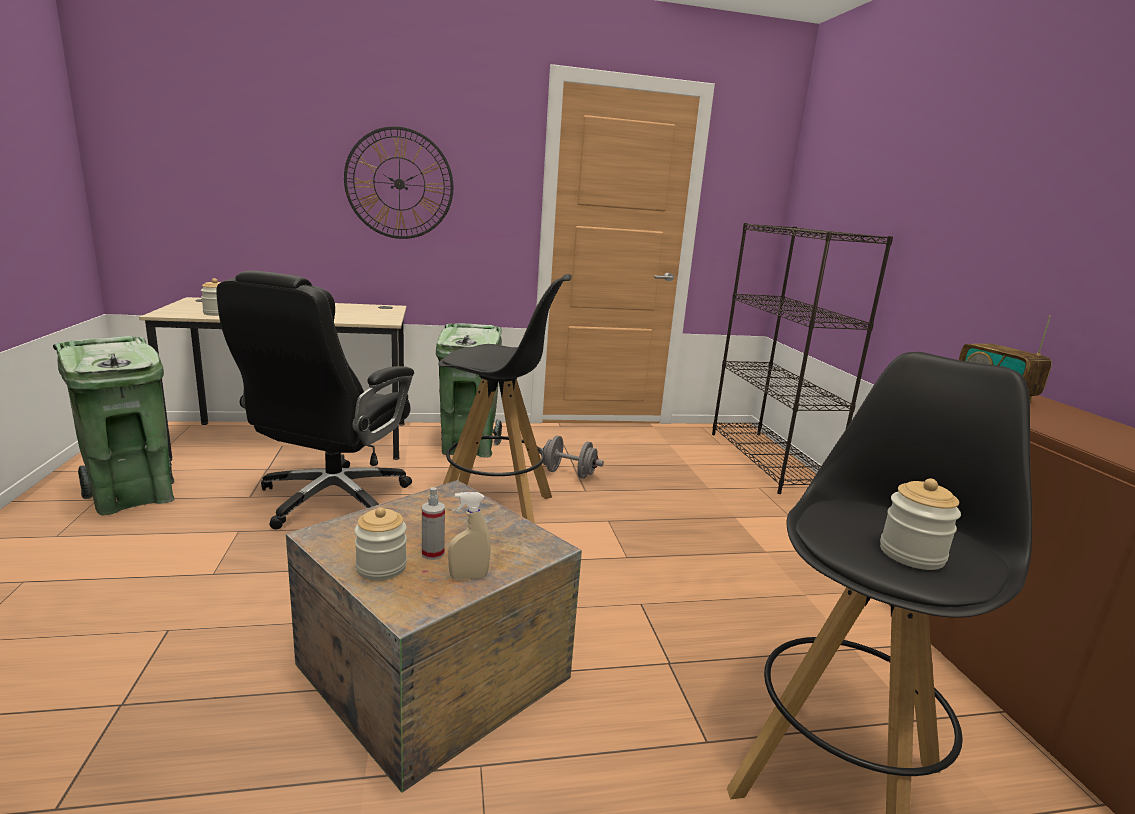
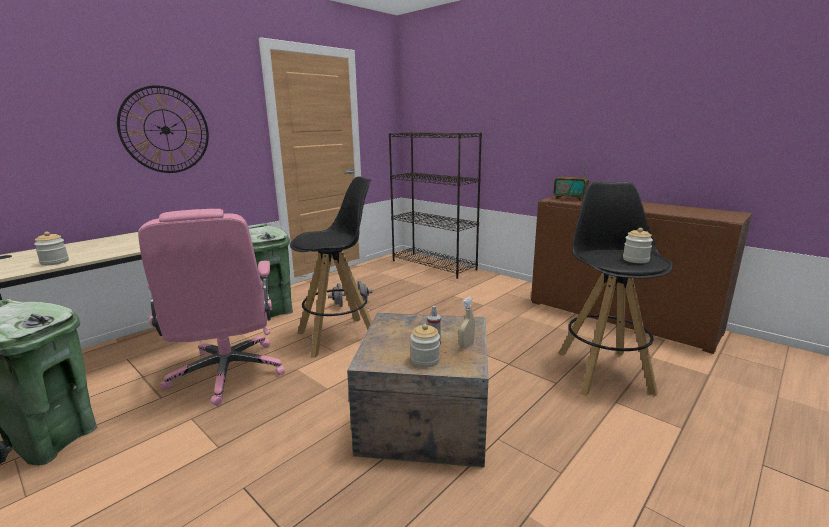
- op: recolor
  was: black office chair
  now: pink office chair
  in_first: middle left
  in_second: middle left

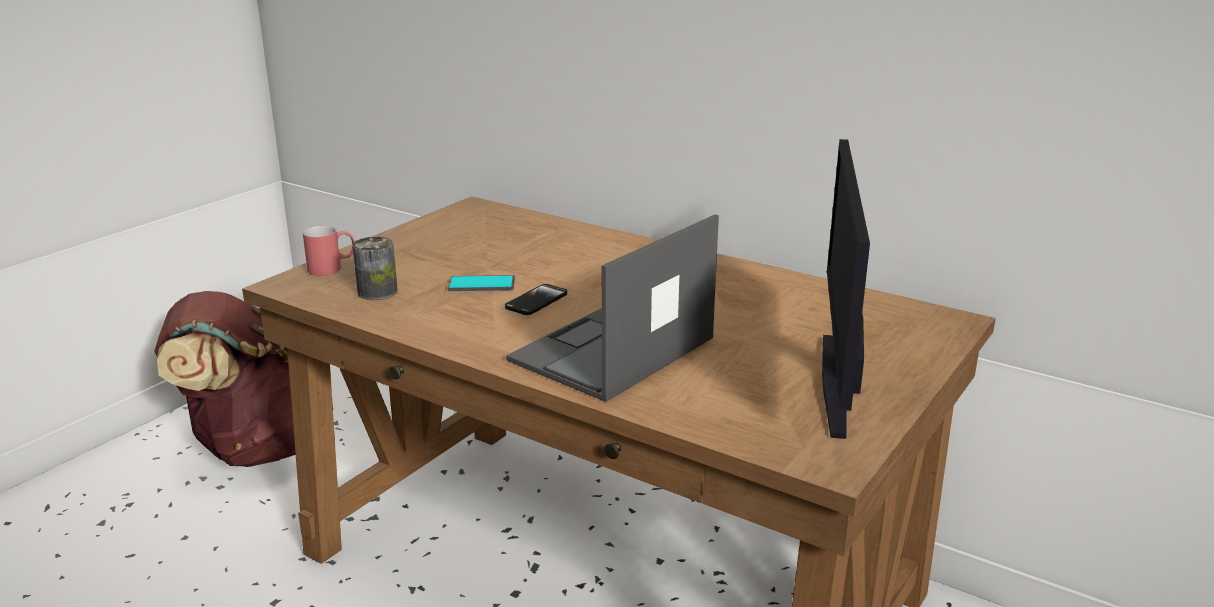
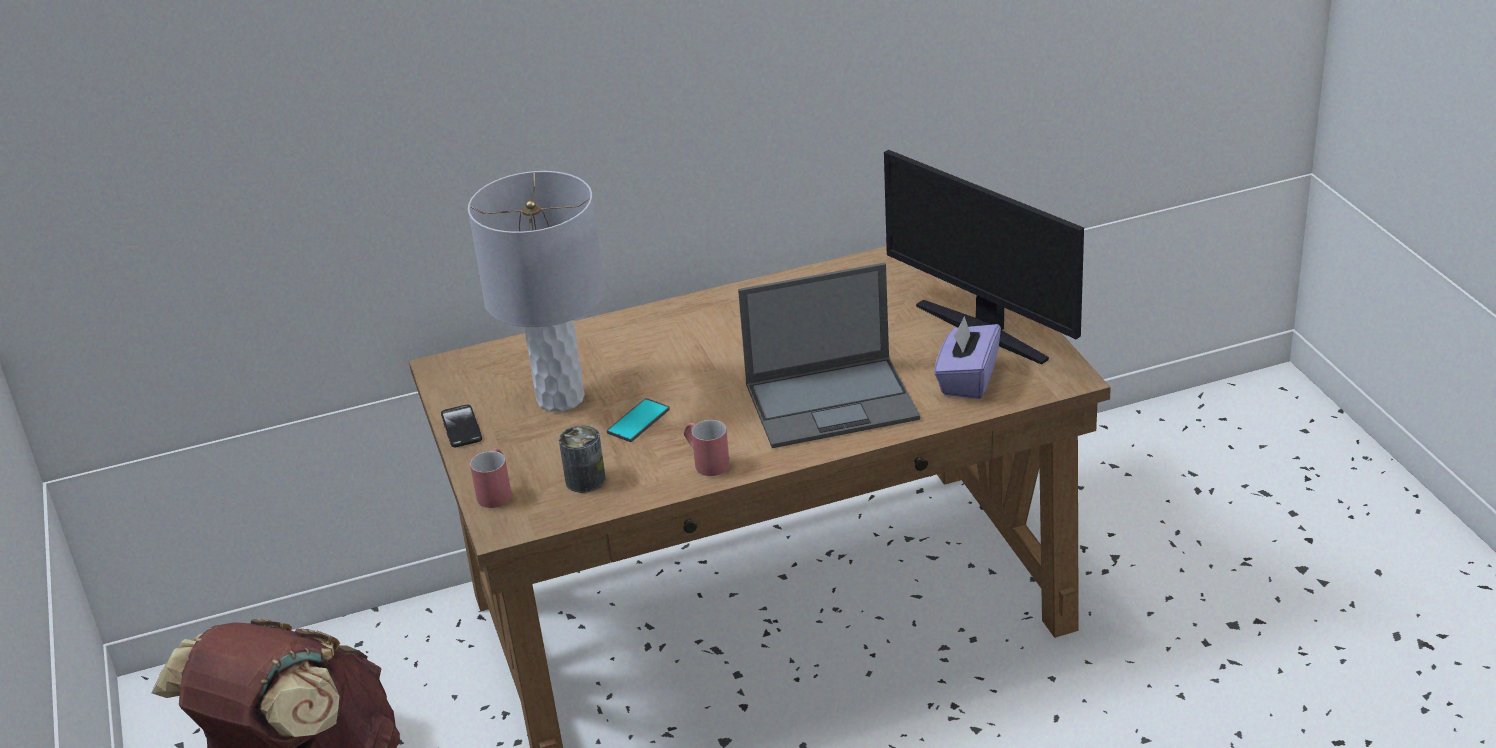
- op: rotate
  was: laptop
  in_first: centre
  in_second: centre
  clockwise: -90
- op: move
  was: phone (2nd from left in the first image)
  now: phone (1st from left)
  in_first: centre
  in_second: middle left
- op: insert
  now: grey table lamp
  in_second: centre
- op: insert
  now: purple tissue box
  in_second: centre
- op: insert
  now: red mug (2nd from left)
  in_second: centre

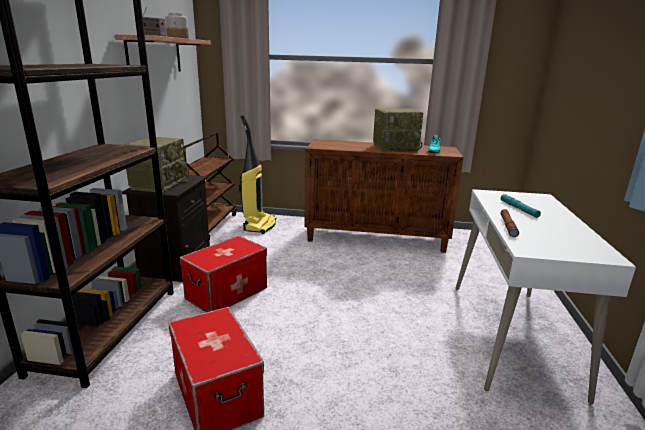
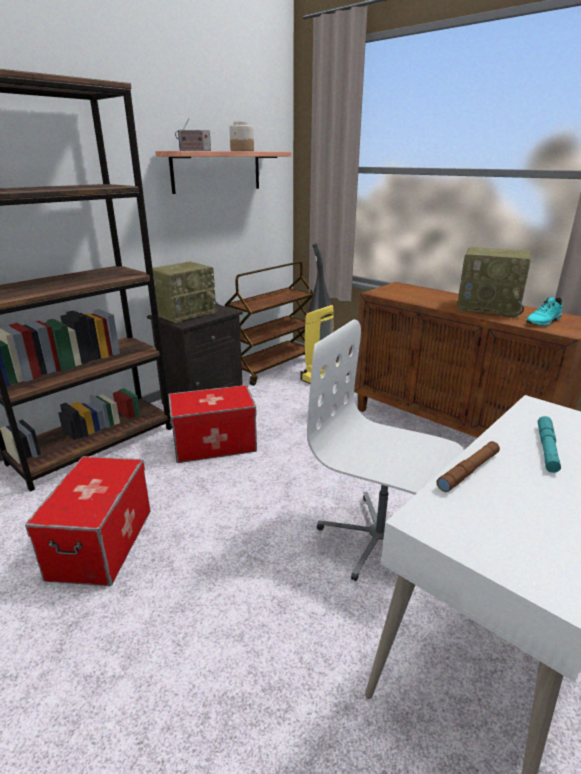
- op: insert
  now: white office chair
  in_second: centre

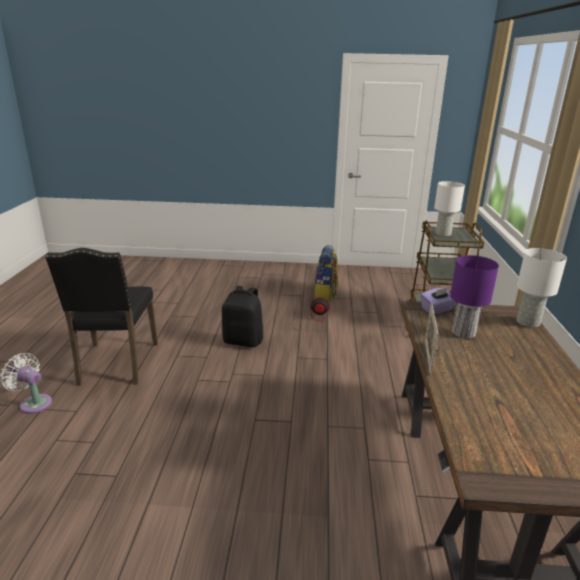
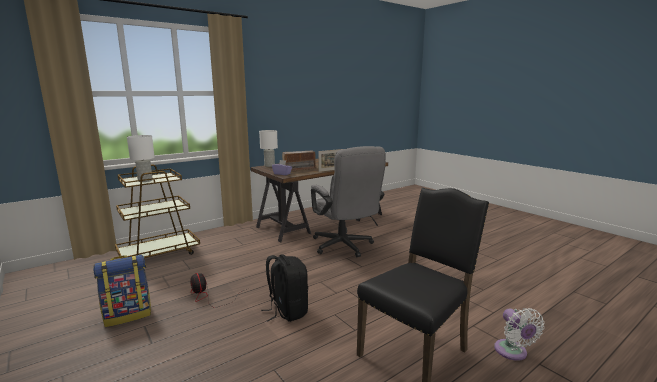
- op: replace
  was: purple table lamp
  now: radio
  in_first: middle right
  in_second: centre
- op: insert
  now: grey office chair
  in_second: centre

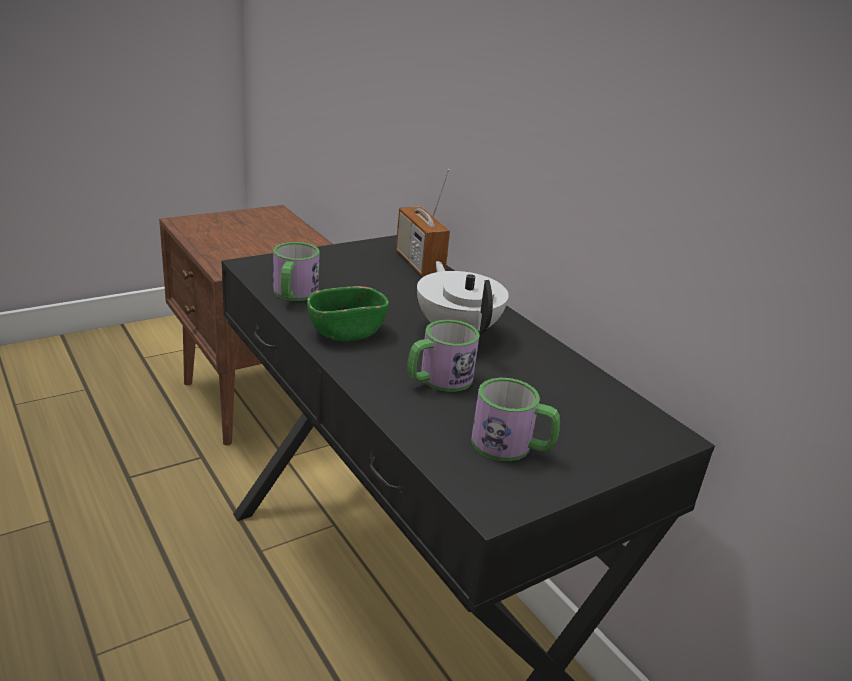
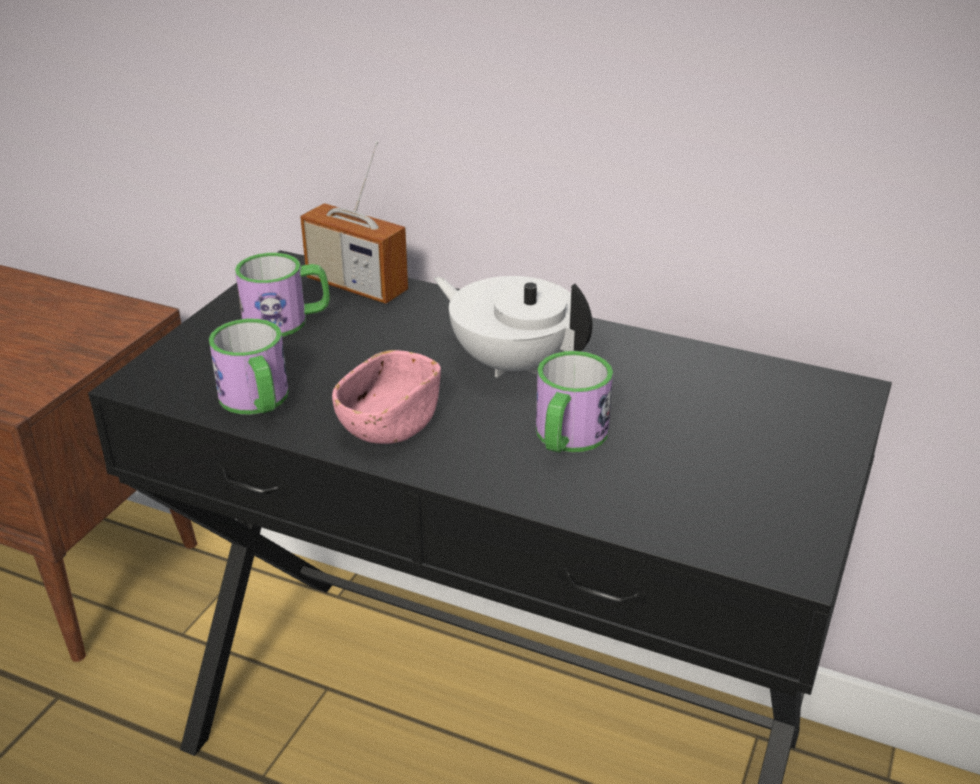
- op: recolor
  was: green bowl
  now: pink bowl
  in_first: centre
  in_second: centre
- op: move
  was: mug (3rd from left in the first image)
  now: mug (2nd from left)
  in_first: centre
  in_second: middle left

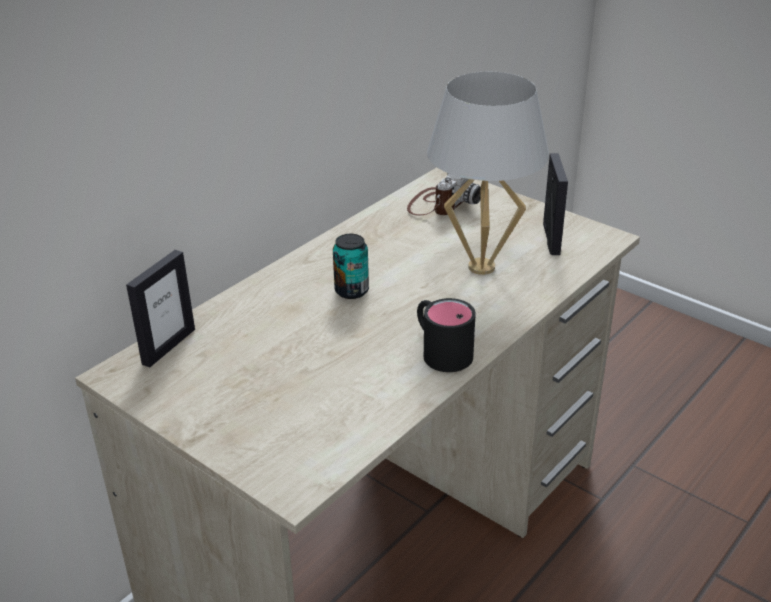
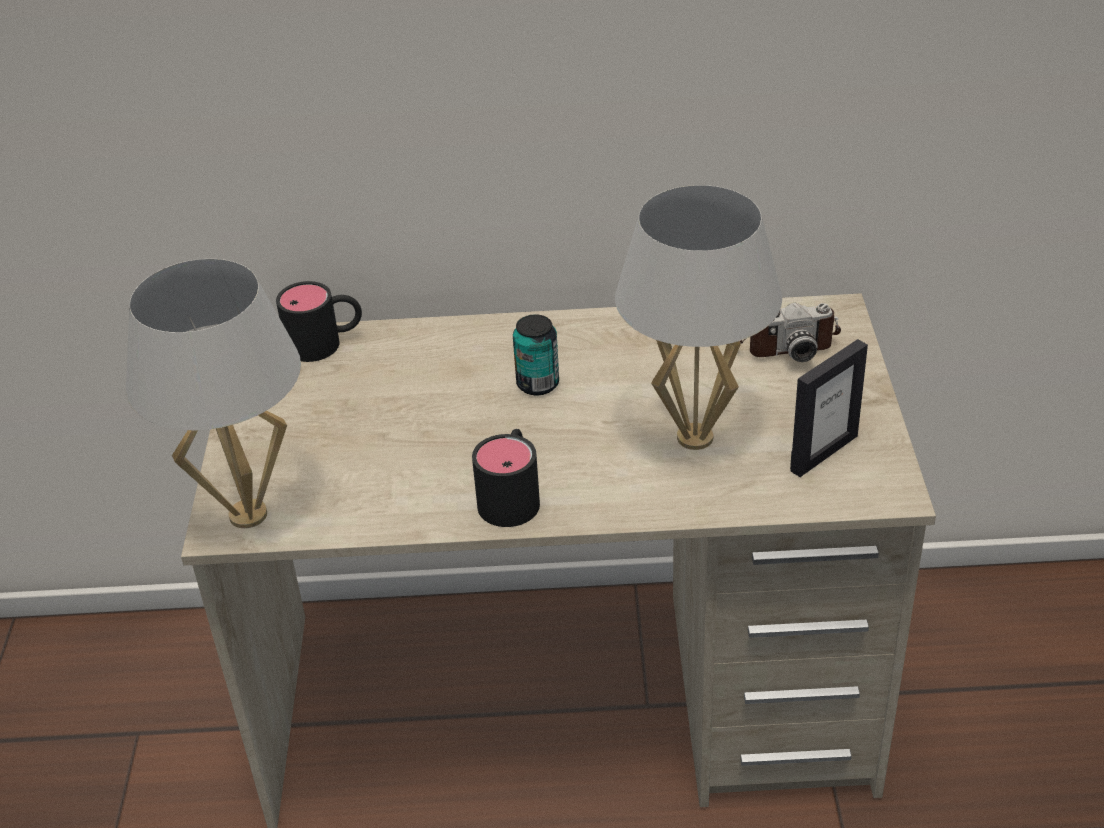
- op: replace
  was: picture frame (1st from left)
  now: black mug (1st from left)
  in_first: middle left
  in_second: middle left
- op: insert
  now: white table lamp (1st from left)
  in_second: middle left

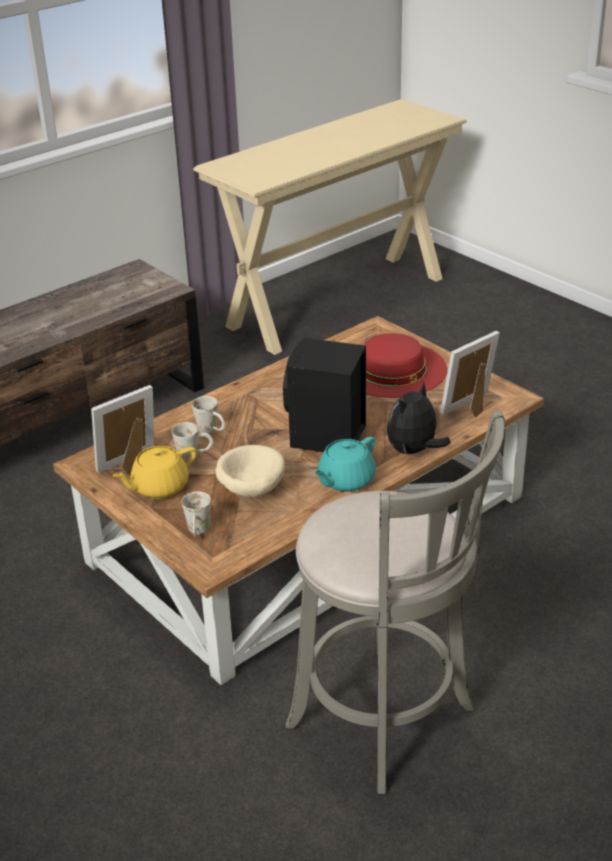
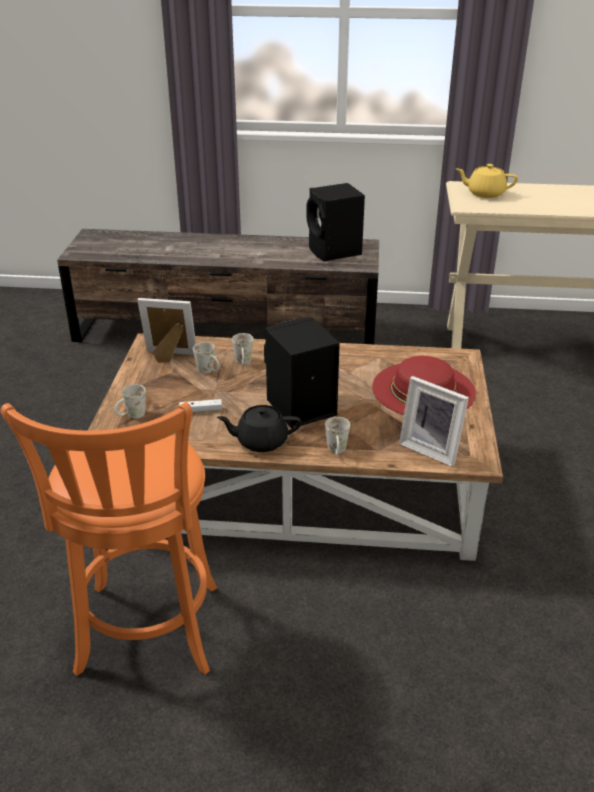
- op: rotate
  was: picture frame (2nd from left)
  in_first: middle right
  in_second: middle right
  clockwise: -150
- op: replace
  was: plush toy
  now: white mug (4th from left)
  in_first: middle right
  in_second: centre
- op: recolor
  was: grey stool
  now: orange stool
  in_first: bottom centre
  in_second: bottom left
- op: recolor
  was: turquoise teapot
  now: black teapot
  in_first: centre
  in_second: centre
- op: replace
  was: beige bowl
  now: white game controller
  in_first: centre
  in_second: centre
- op: move
  was: yellow teapot
  in_first: middle left
  in_second: top right
- op: insert
  now: black speaker (2nd from left)
  in_second: top centre

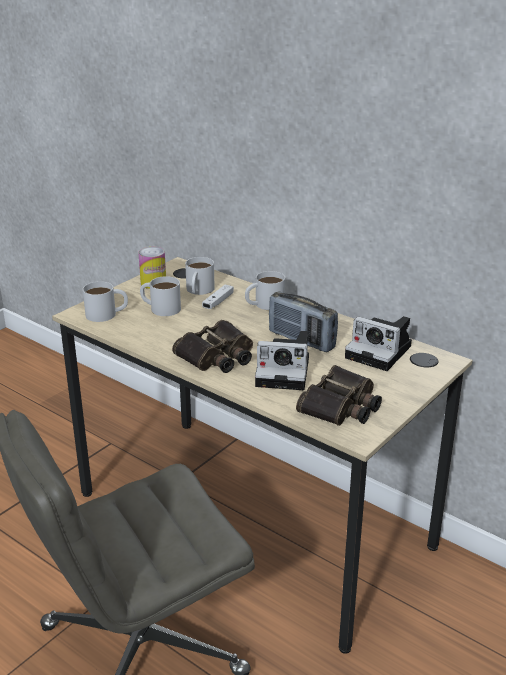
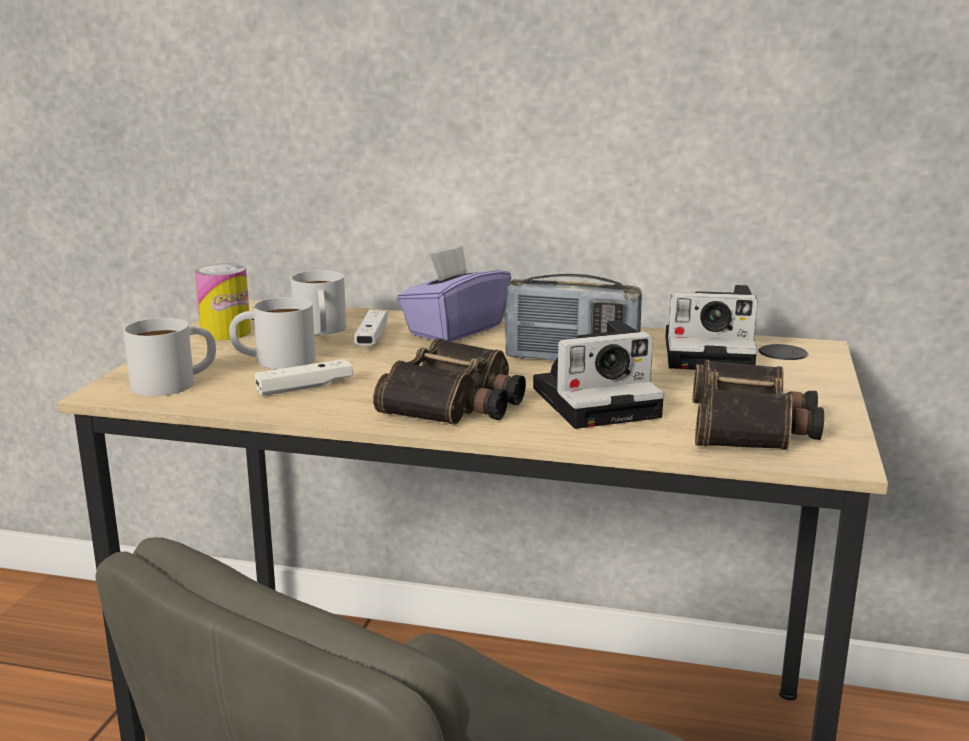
- op: replace
  was: white mug (4th from left)
  now: purple tissue box
  in_first: centre
  in_second: centre
- op: insert
  now: white game controller (1st from left)
  in_second: middle left

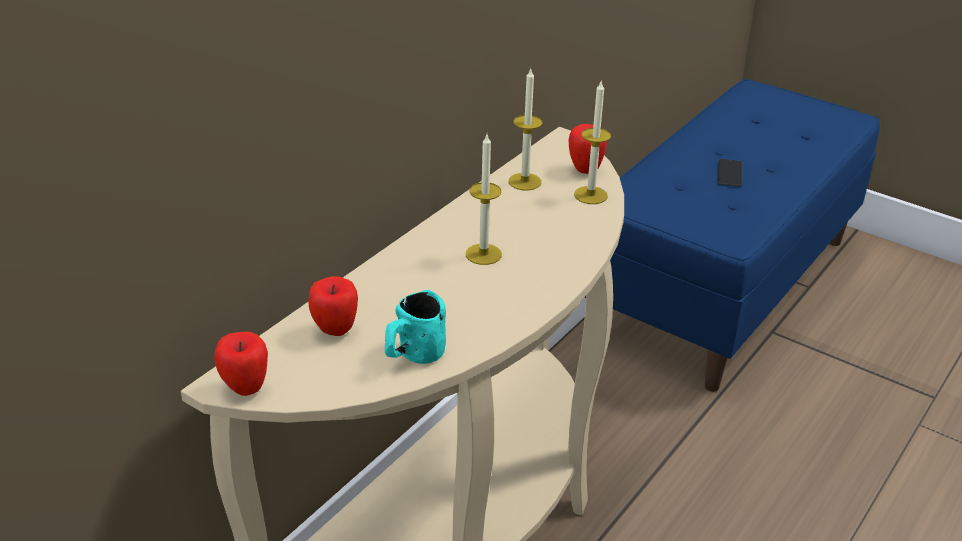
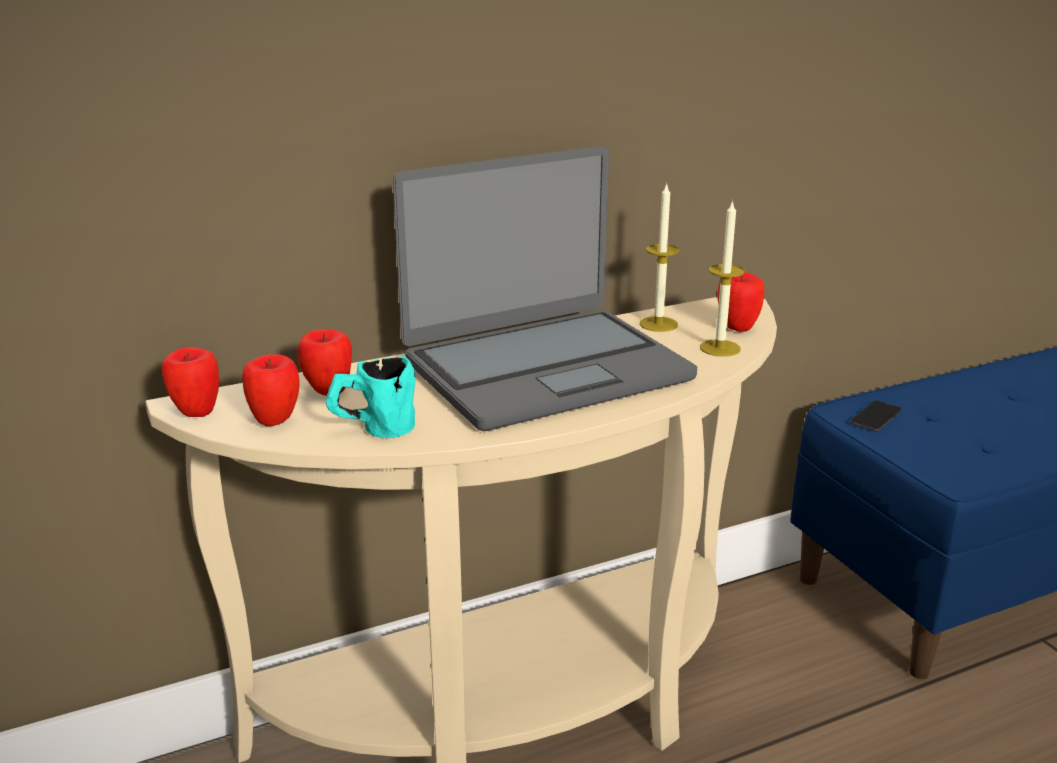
- op: replace
  was: candle (1st from left)
  now: laptop
  in_first: centre
  in_second: centre
- op: move
  was: phone
  in_first: top right
  in_second: middle right
- op: insert
  now: apple (2nd from left)
  in_second: middle left

